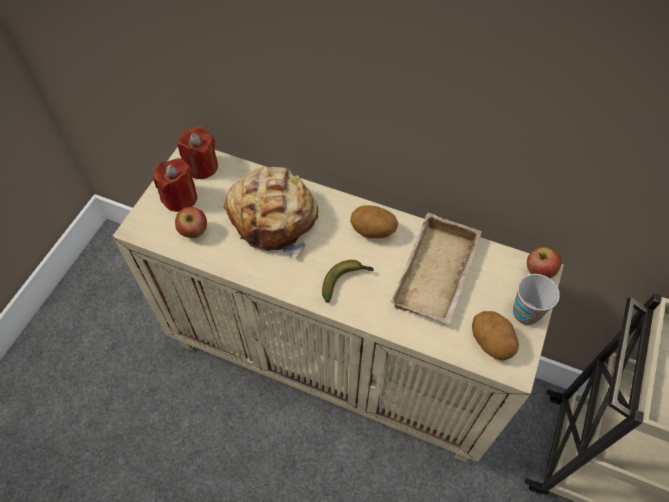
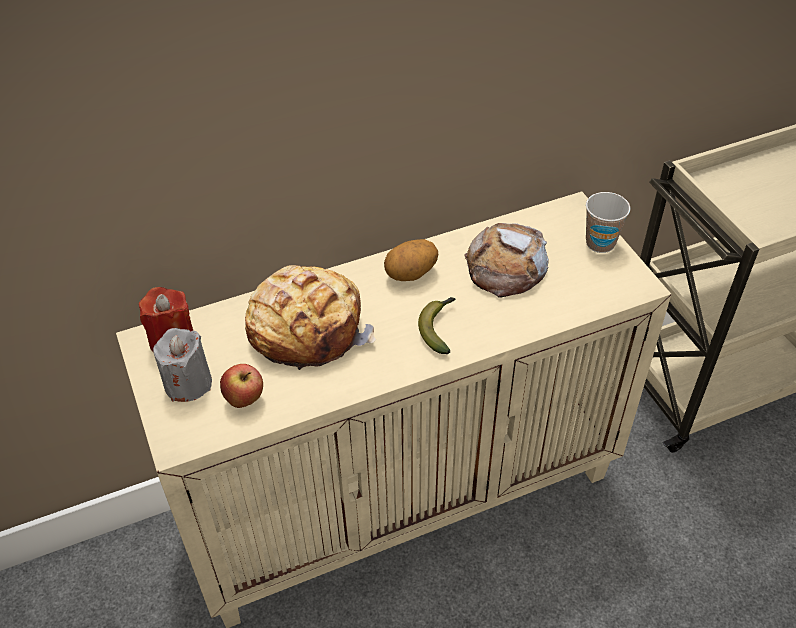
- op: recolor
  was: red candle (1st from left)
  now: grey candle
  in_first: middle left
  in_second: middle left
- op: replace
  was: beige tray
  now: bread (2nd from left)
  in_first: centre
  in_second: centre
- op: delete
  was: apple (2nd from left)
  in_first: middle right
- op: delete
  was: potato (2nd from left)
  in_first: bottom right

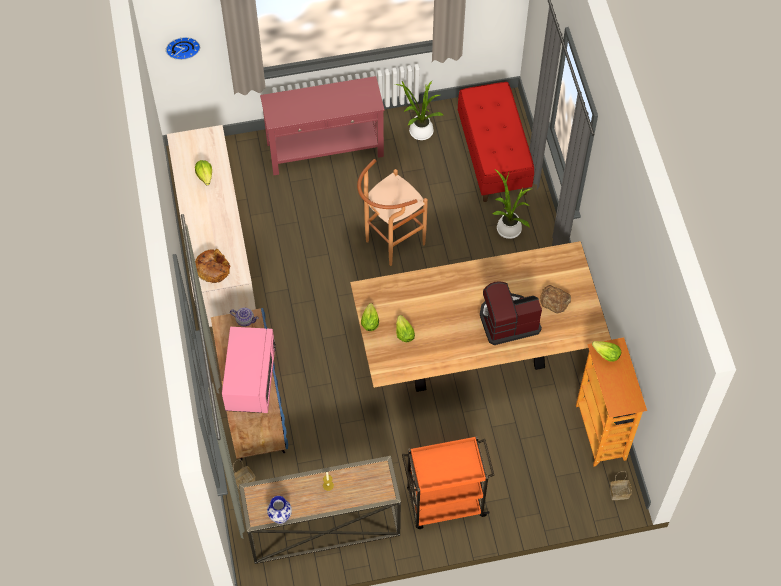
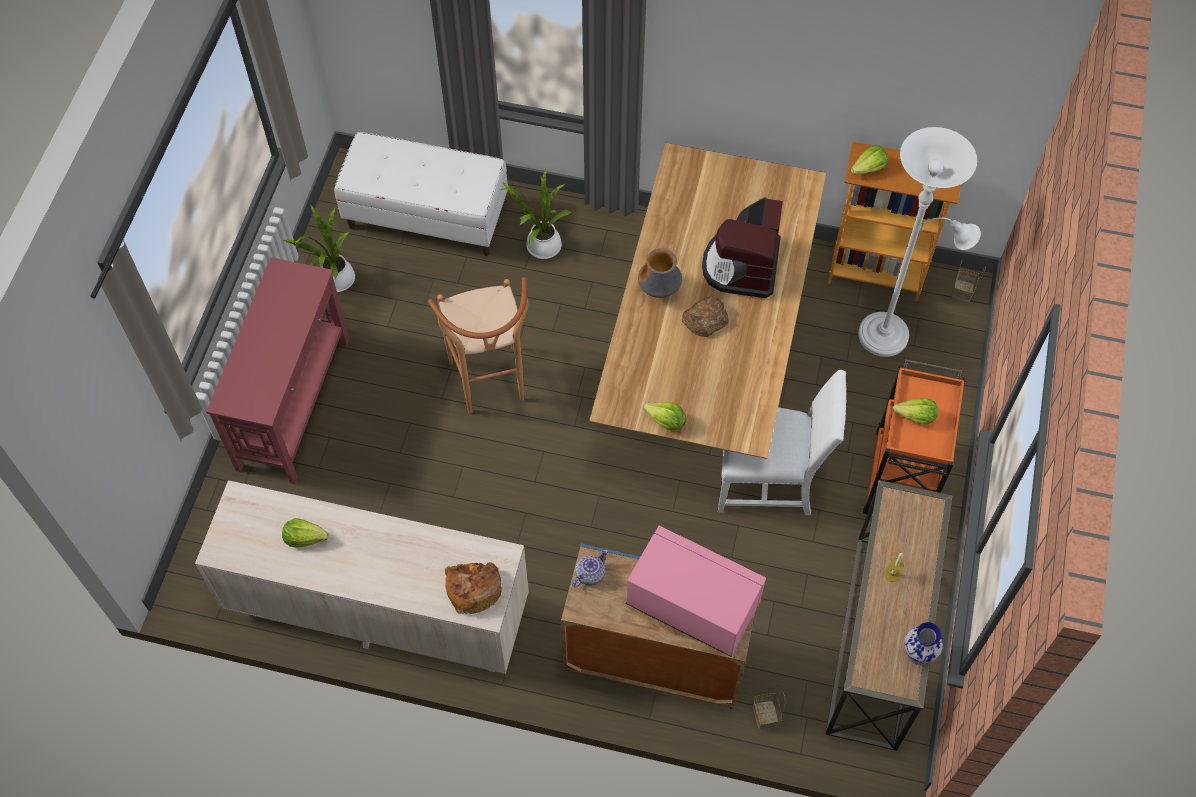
- op: delete
  was: wall clock
  in_first: top left
- op: recolor
  was: red bench
  now: white bench
  in_first: top centre
  in_second: top centre
- op: move
  was: bread (2nd from left)
  in_first: middle right
  in_second: centre
- op: move
  was: lettuce (3rd from left in the first image)
  now: lettuce (4th from left)
  in_first: centre
  in_second: middle right
- op: insert
  now: white floor lamp
  in_second: top right
- op: insert
  now: vase (1st from left)
  in_second: centre
- op: insert
  now: white chair
  in_second: centre

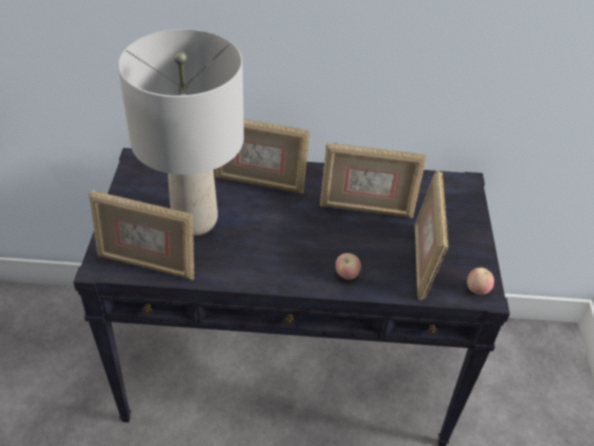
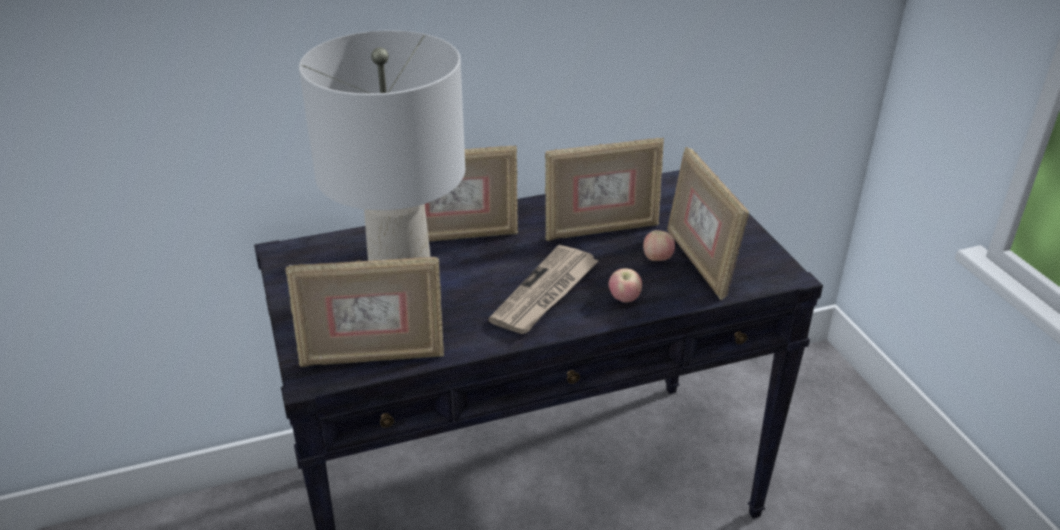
- op: move
  was: apple (2nd from left)
  in_first: middle right
  in_second: centre
- op: insert
  now: newspaper
  in_second: centre

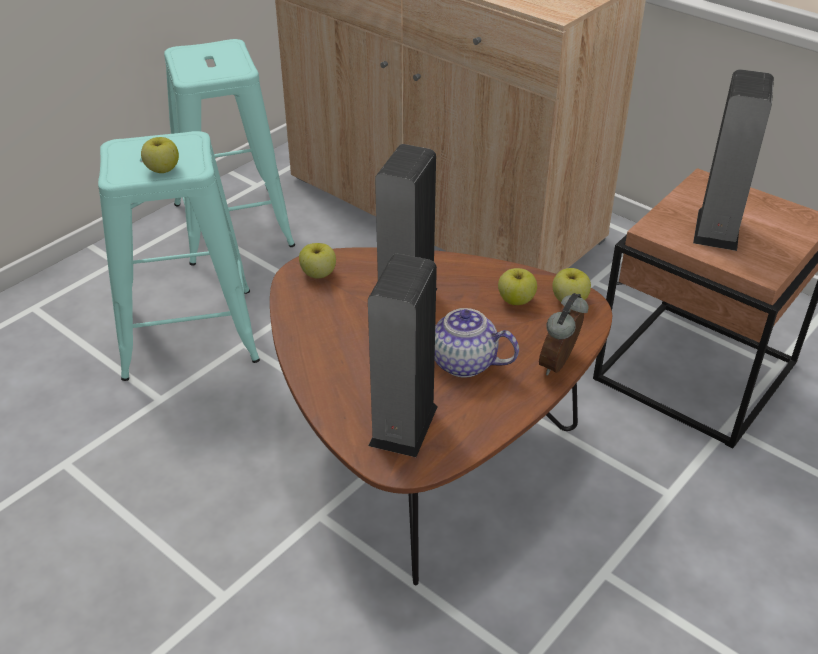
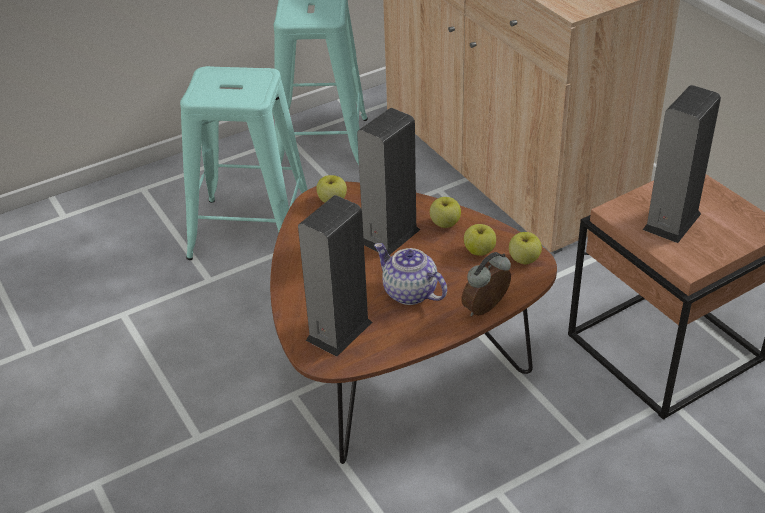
- op: move
  was: apple (1st from left in the first image)
  now: apple (2nd from left)
  in_first: top left
  in_second: centre

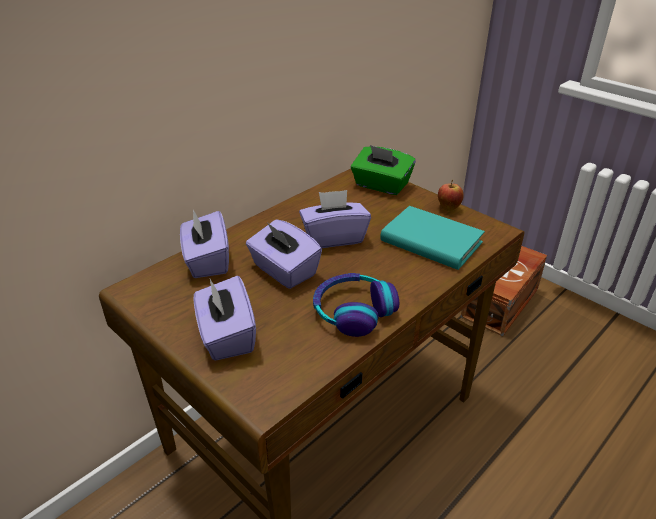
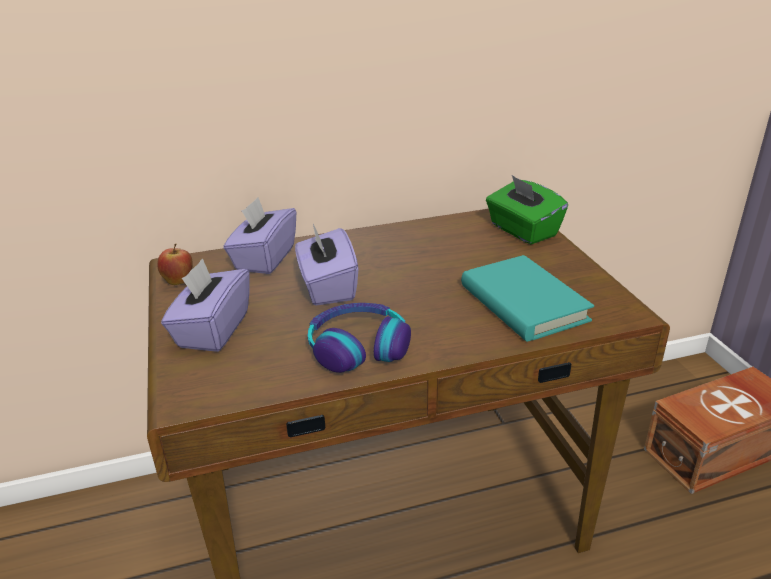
- op: move
  was: apple
  in_first: middle right
  in_second: middle left
- op: delete
  was: purple tissue box (4th from left)
  in_first: centre

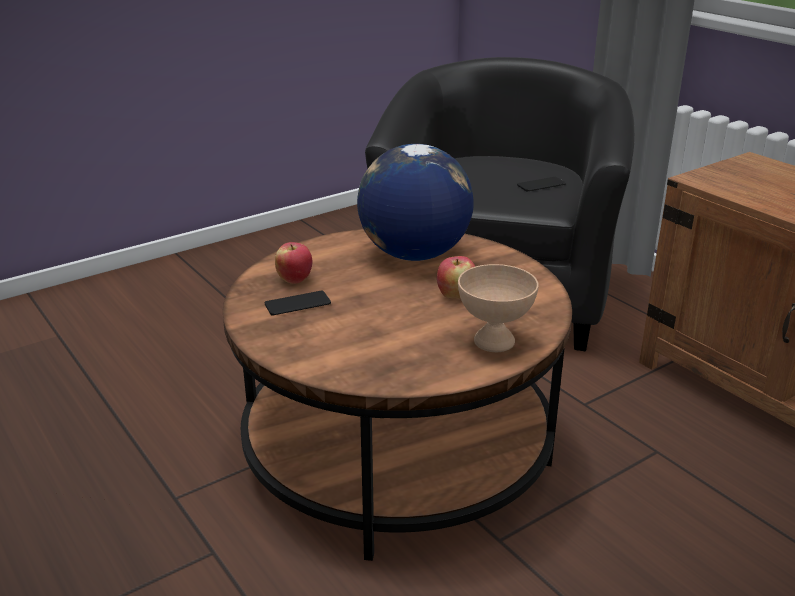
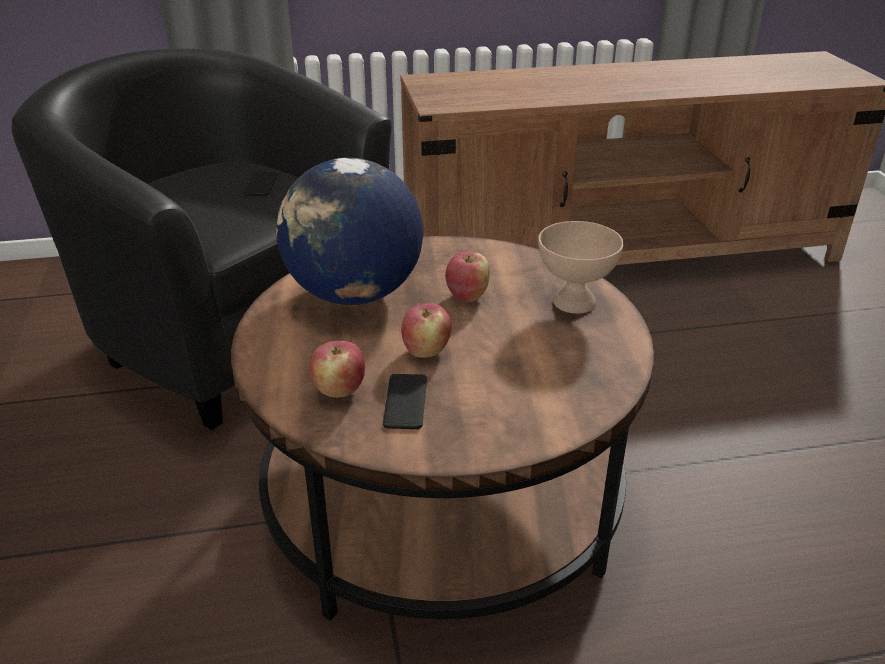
- op: insert
  now: apple (2nd from left)
  in_second: centre

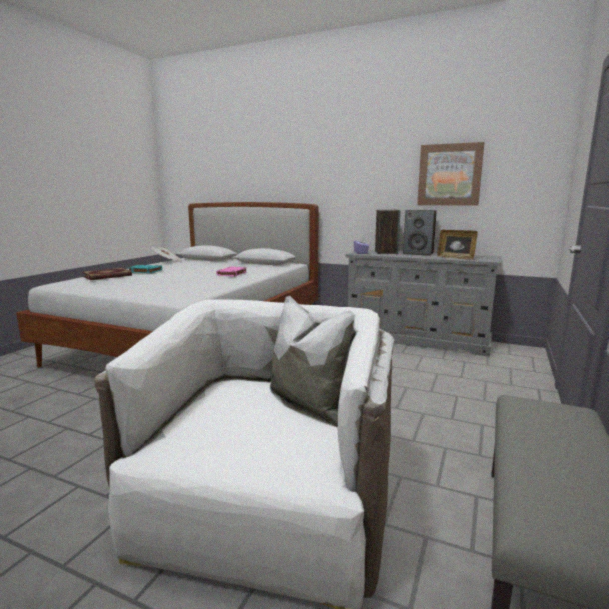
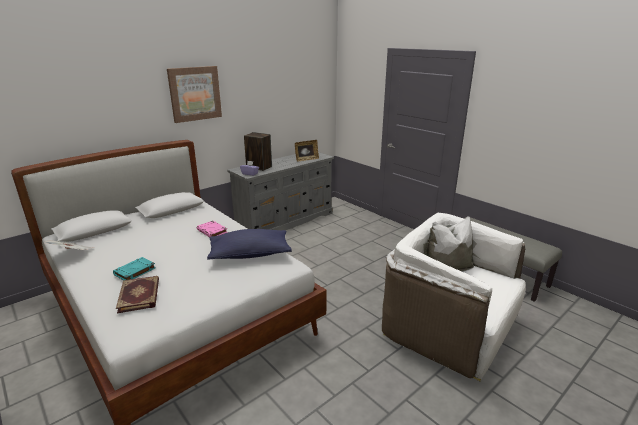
- op: move
  was: picture
  in_first: top right
  in_second: top left
- op: delete
  was: speaker (2nd from left)
  in_first: middle right
- op: insert
  now: blue pillow
  in_second: centre

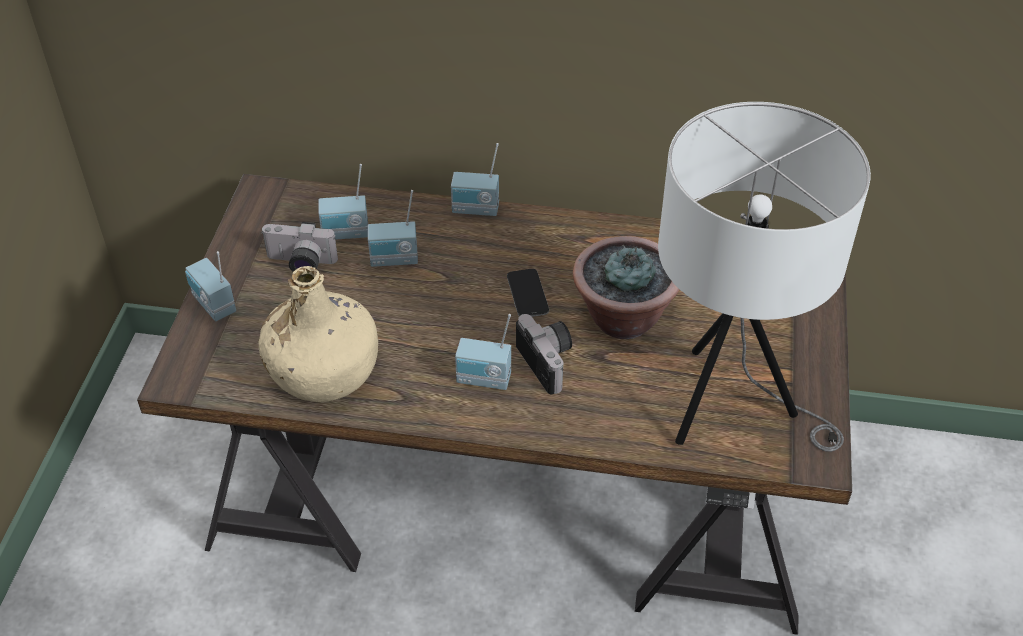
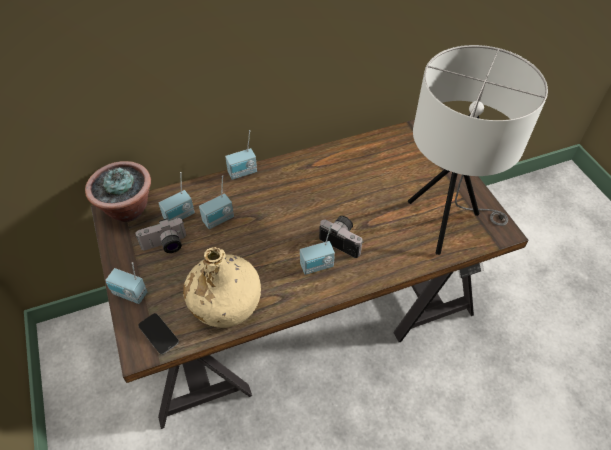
- op: move
  was: potted plant
  in_first: centre
  in_second: middle left
- op: move
  was: phone
  in_first: centre
  in_second: bottom left

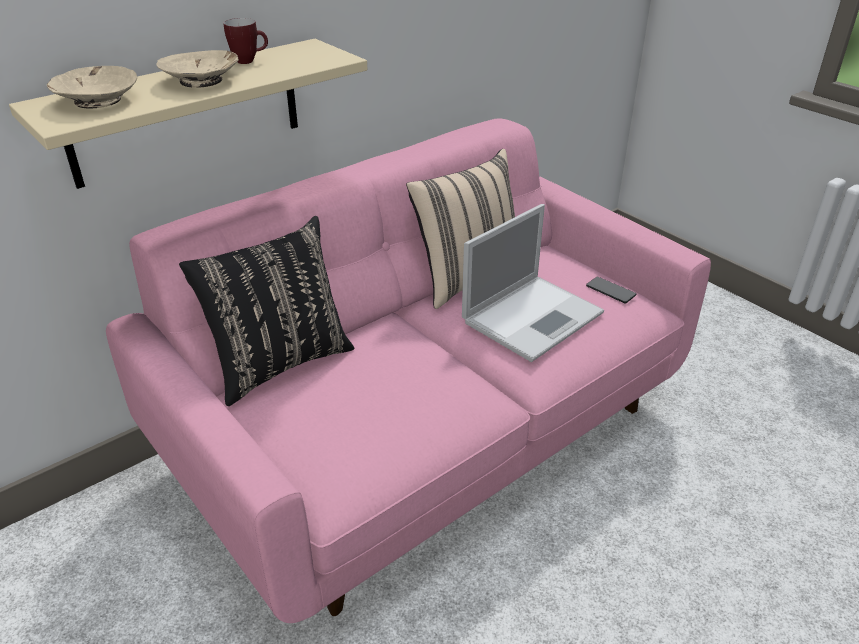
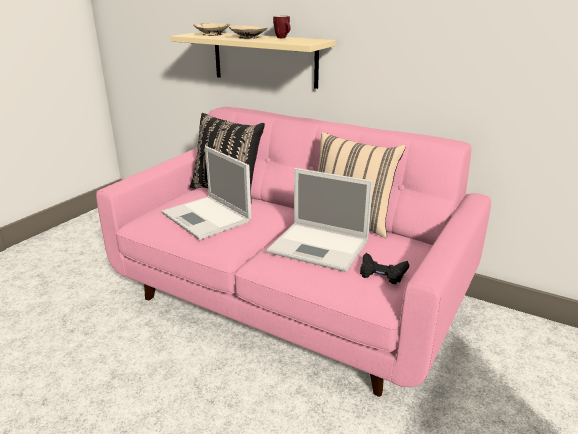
- op: replace
  was: phone
  now: black game controller
  in_first: middle right
  in_second: centre
- op: insert
  now: laptop (1st from left)
  in_second: centre

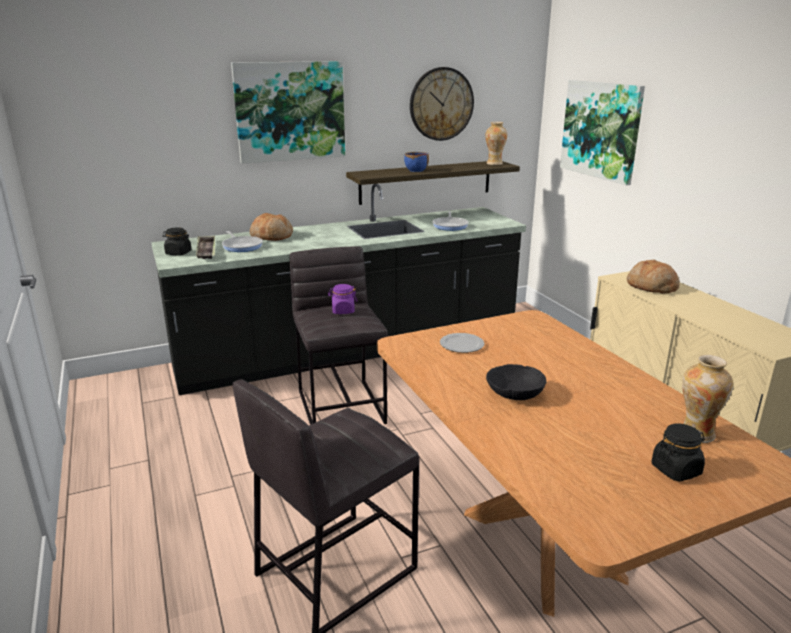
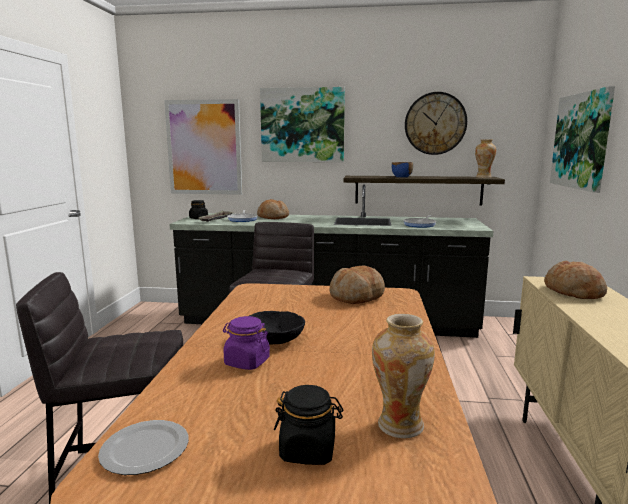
- op: move
  was: purple jar
  in_first: centre
  in_second: bottom centre
- op: move
  was: plate
  in_first: centre
  in_second: bottom left
- op: insert
  now: picture (1st from left)
  in_second: top left
- op: insert
  now: bread (2nd from left)
  in_second: centre

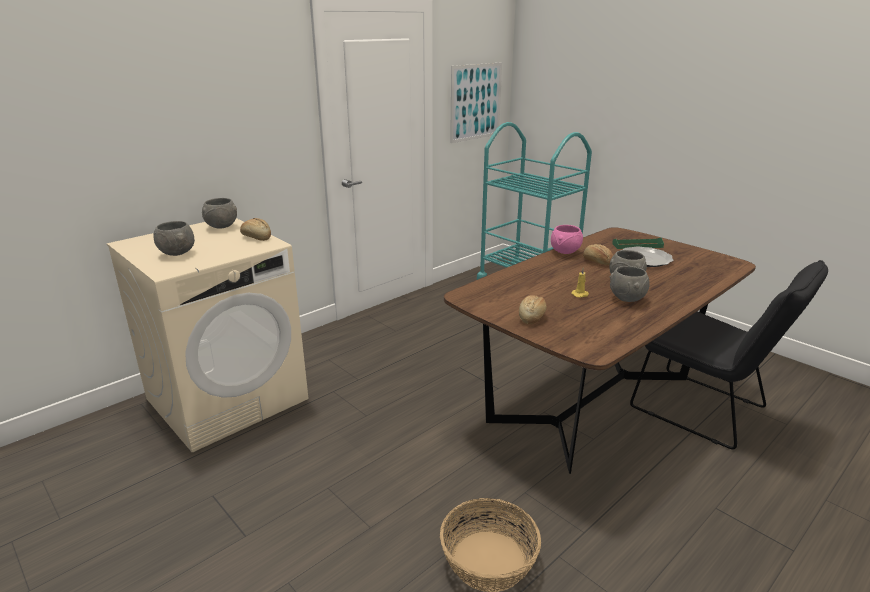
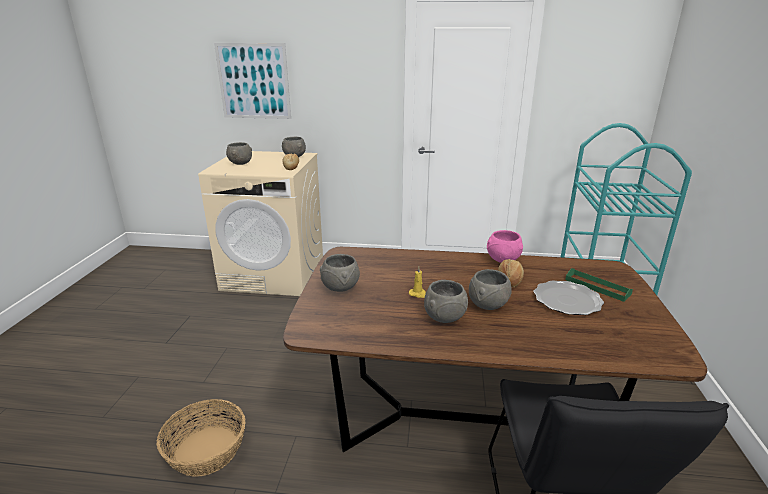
- op: move
  was: picture
  in_first: top centre
  in_second: top left
- op: replace
  was: bread (2nd from left)
  now: grey bowl (3rd from left)
  in_first: centre
  in_second: centre

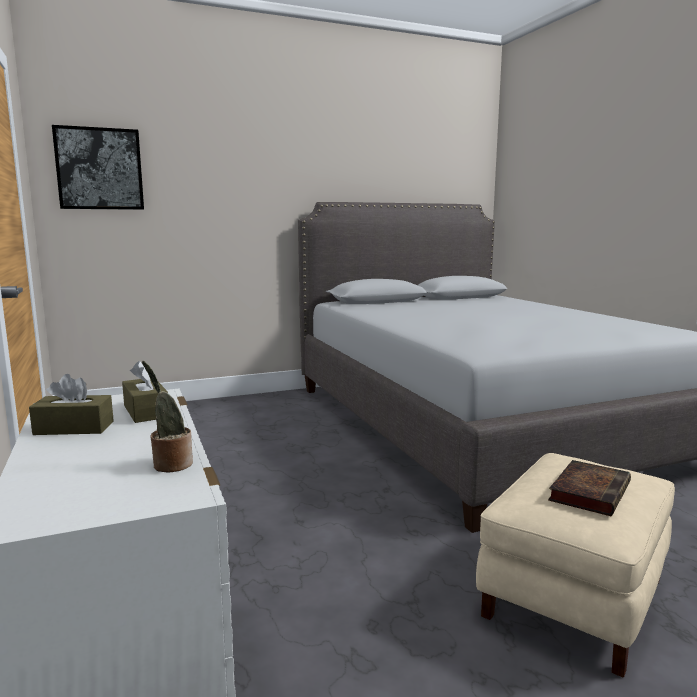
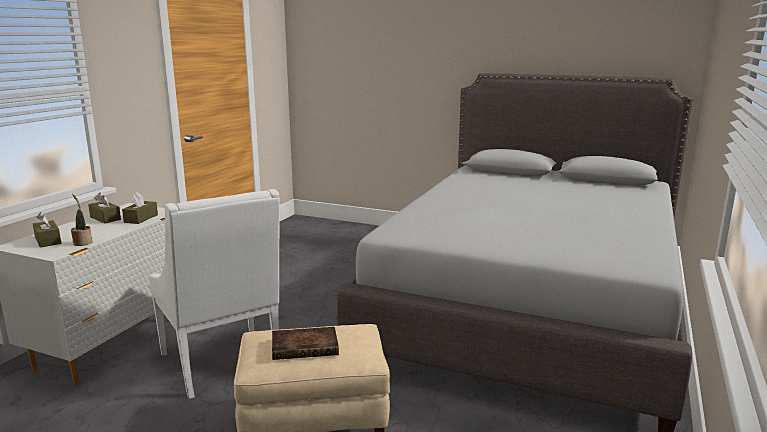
- op: delete
  was: picture
  in_first: top left
- op: insert
  now: white armchair
  in_second: bottom left
- op: insert
  now: brown tissue box (1st from left)
  in_second: middle left

